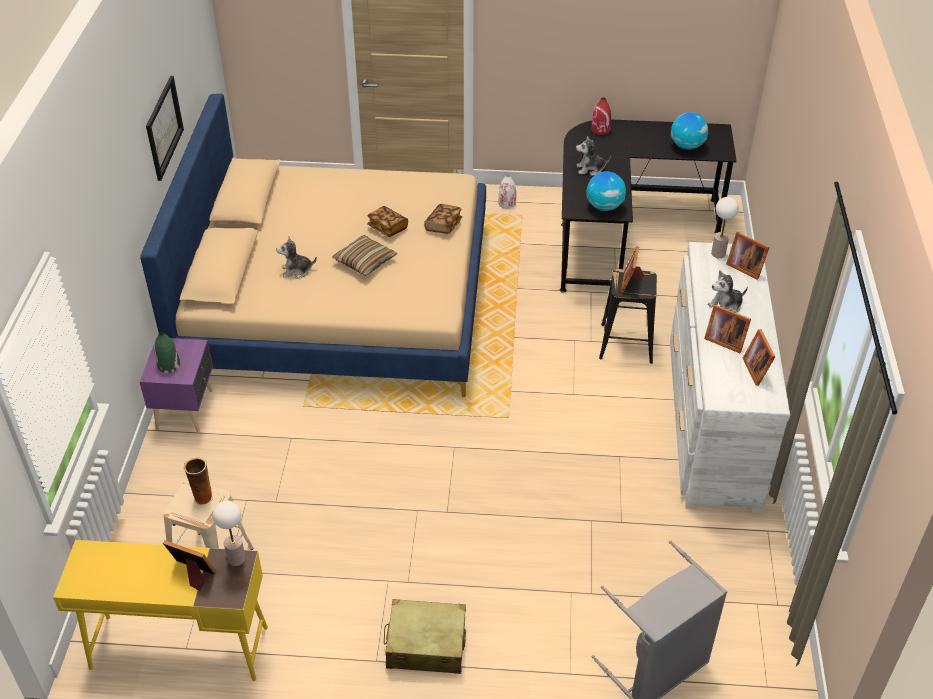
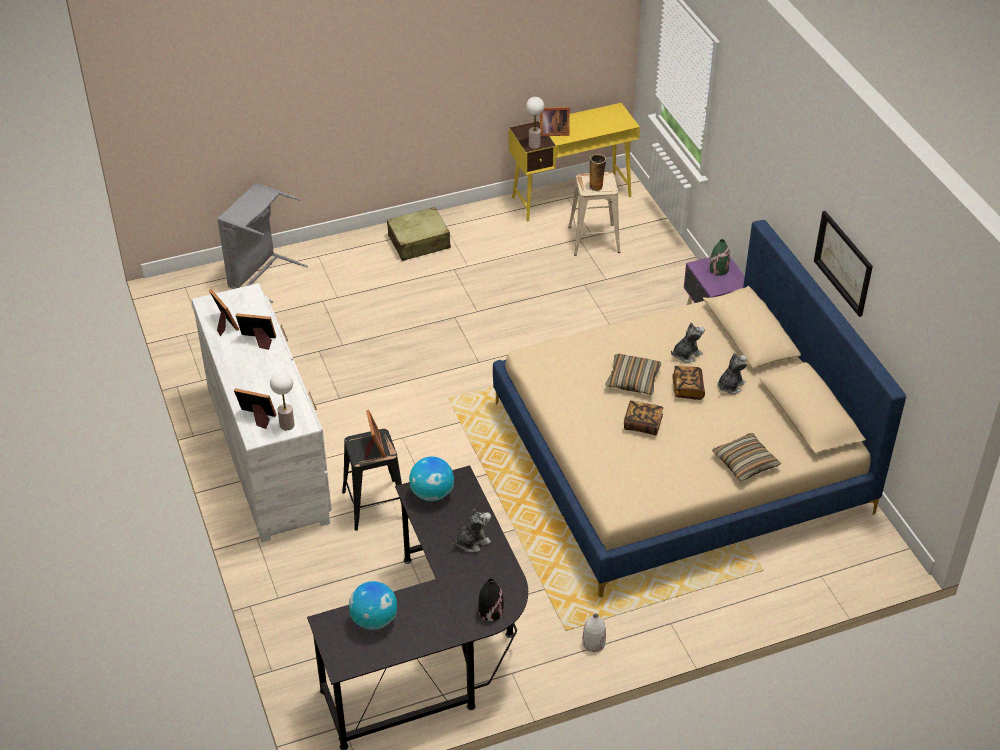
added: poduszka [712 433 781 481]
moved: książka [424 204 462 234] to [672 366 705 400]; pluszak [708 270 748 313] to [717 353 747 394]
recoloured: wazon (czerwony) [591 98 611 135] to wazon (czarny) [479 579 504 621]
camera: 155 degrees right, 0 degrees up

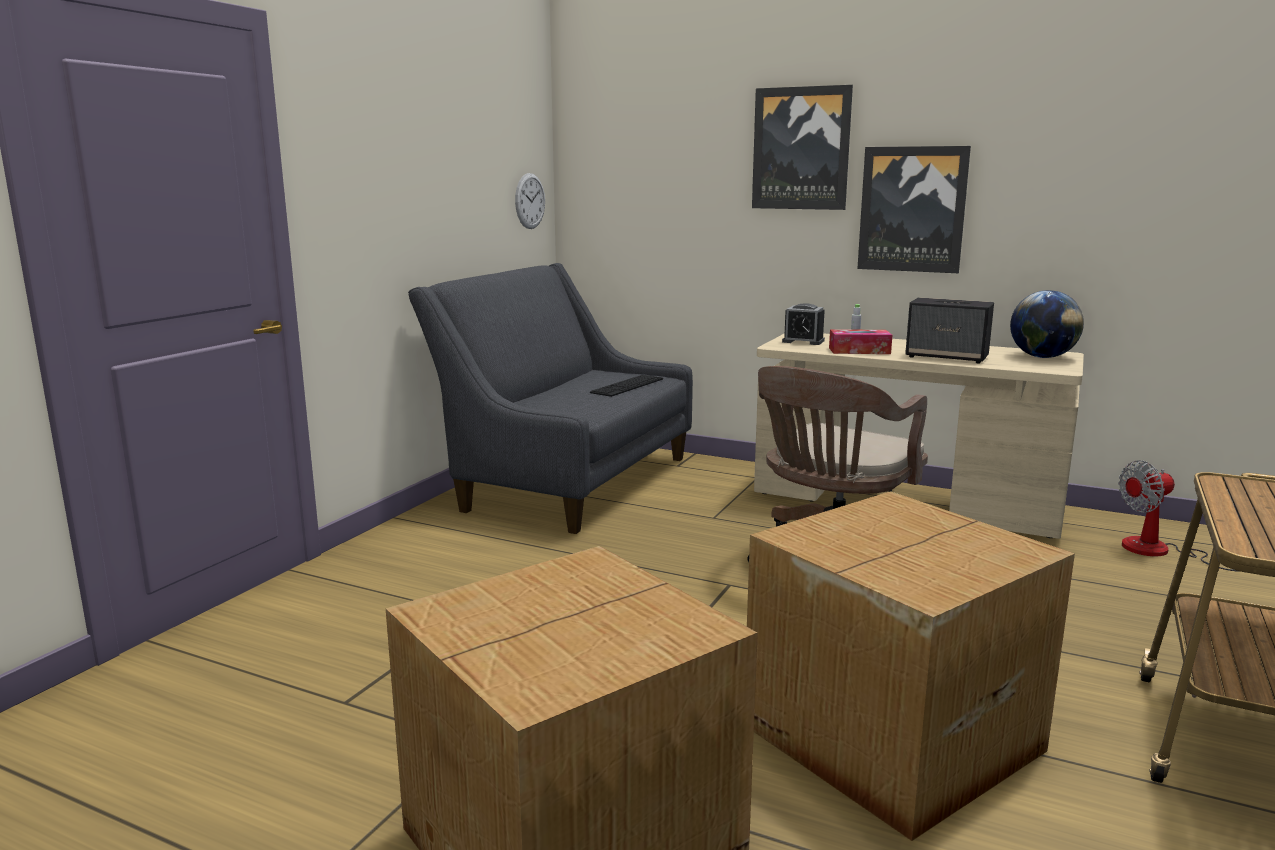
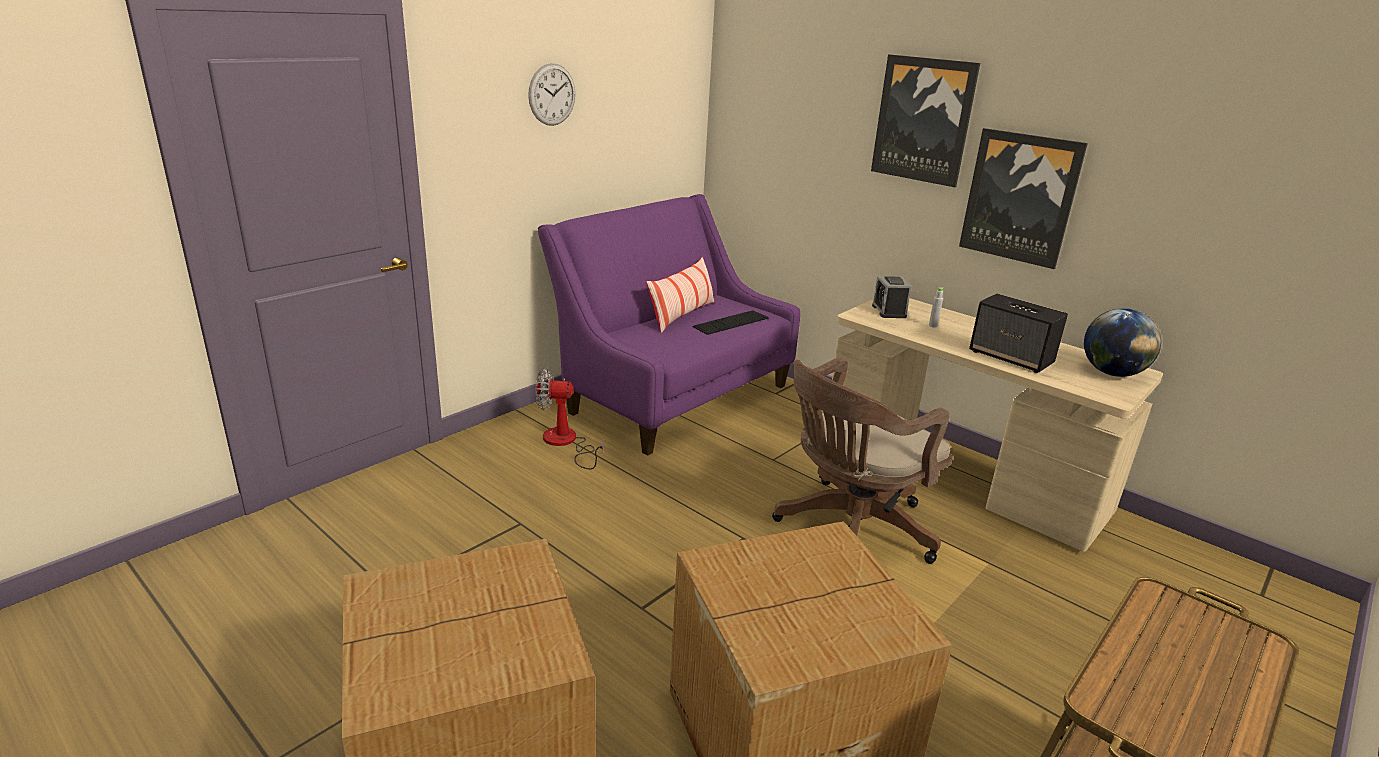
removed: pudełko chusteczek [829 329 892 354]
added: poduszka [646 257 715 333]
moved: zegar ścienny [515 173 545 229] to [528 63 575 126]; wentylator [1118 460 1266 572] to [536 368 604 469]
recoloured: kanapa (szary) [408 263 693 534] to kanapa (fioletowy) [538 194 800 456]
turned: budzik [782 303 825 345] = [872 276 912 318] 45 degrees clockwise
camera: 15 degrees right, 10 degrees up

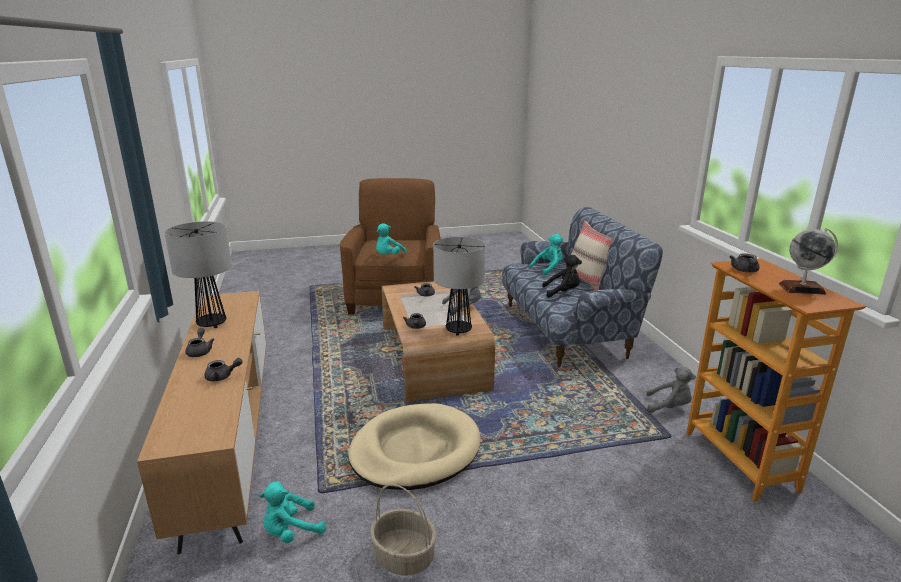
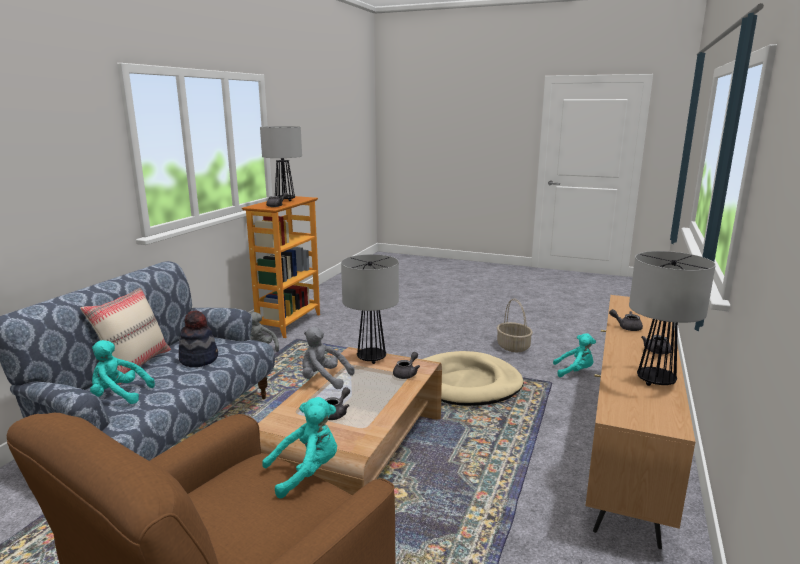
replaced: pluszak (czarny) [542 255 582 298] to kapelusz [179 311 218 367]; globus [779 228 838 295] to lampa stołowa [260 126 302 201]
camera: 145 degrees left, 5 degrees down

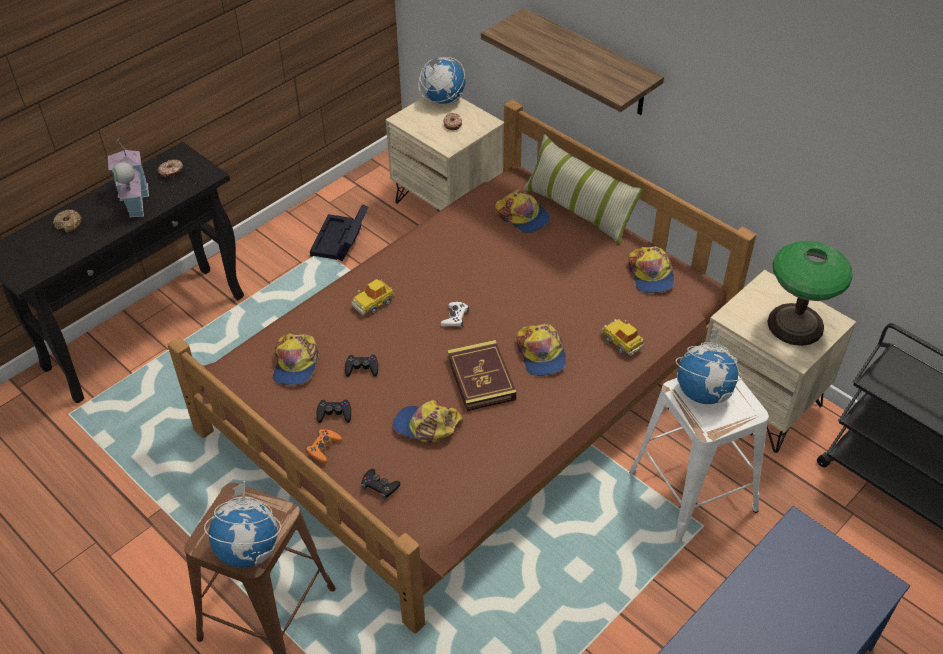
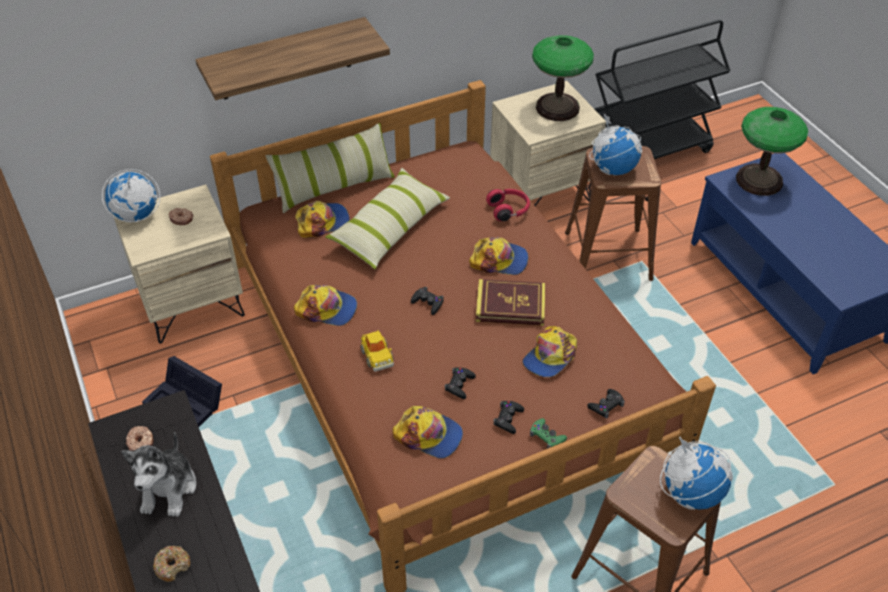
added: poduszka [325 168 450 269]; lampa stołowa [736 107 808 196]
moved: czapka z daszkiem [629 246 674 293] to [294 285 357 326]
replaced: domek [108 136 149 217] to pluszak [121 432 196 517]; samochodzik [601 319 644 355] to słuchawki (czerwony) [486 189 530 221]
recoloured: pad do gier (pomarańczowy) [306 429 342 463] to pad do gier (zielony) [530 418 567 449]; pad do gier (biały) [441 302 469 327] to pad do gier (czarny) [411 287 444 315]; stołek (biały) [629 376 769 543] to stołek (brązowy) [565 146 661 281]
camera: 70 degrees left, 0 degrees up

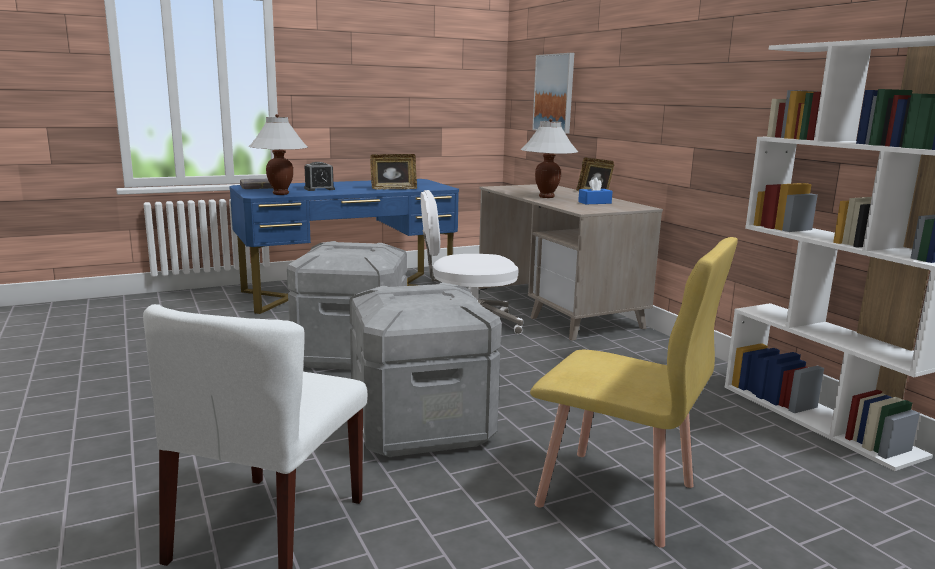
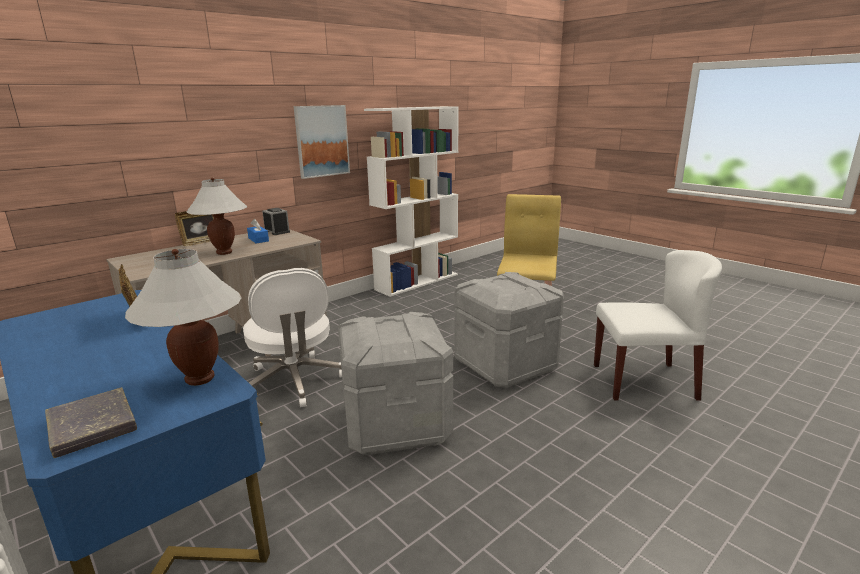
moved: budzik [304 162 335 191] to [262 208 290 235]; obraz [532 53 574 134] to [294 105 350 179]
camera: 105 degrees left, 5 degrees up

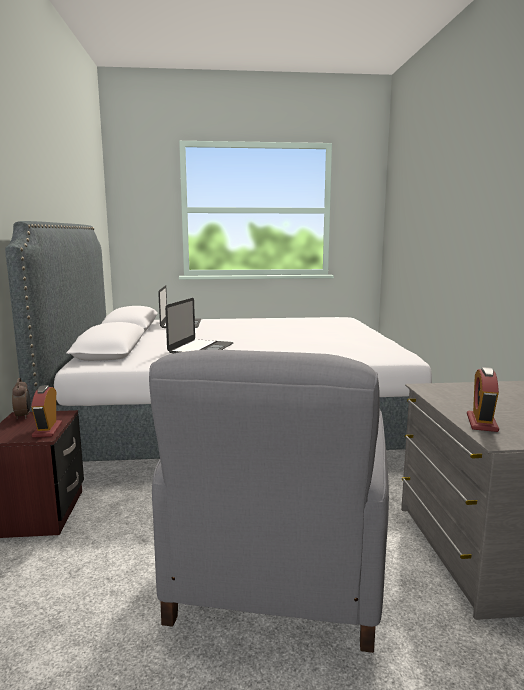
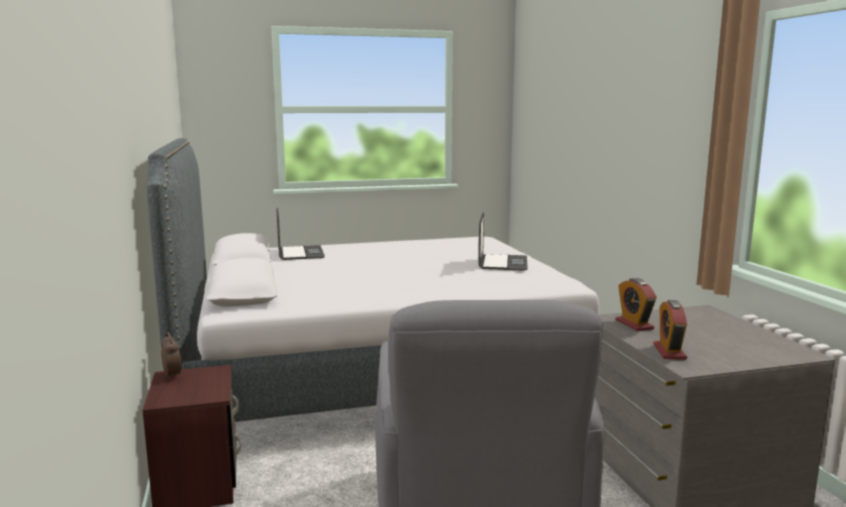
moved: budzik [31 385 62 438] to [616 278 657 331]; laptop [165 298 234 353] to [478 212 528 271]
camera: 10 degrees left, 0 degrees up

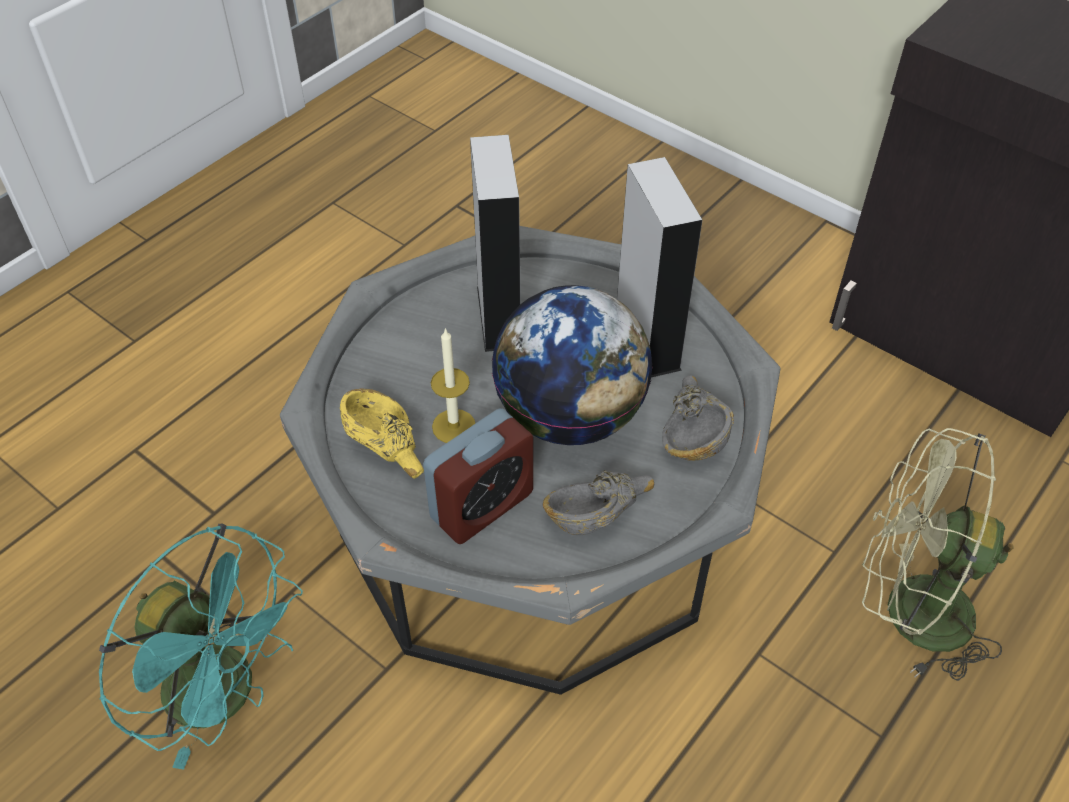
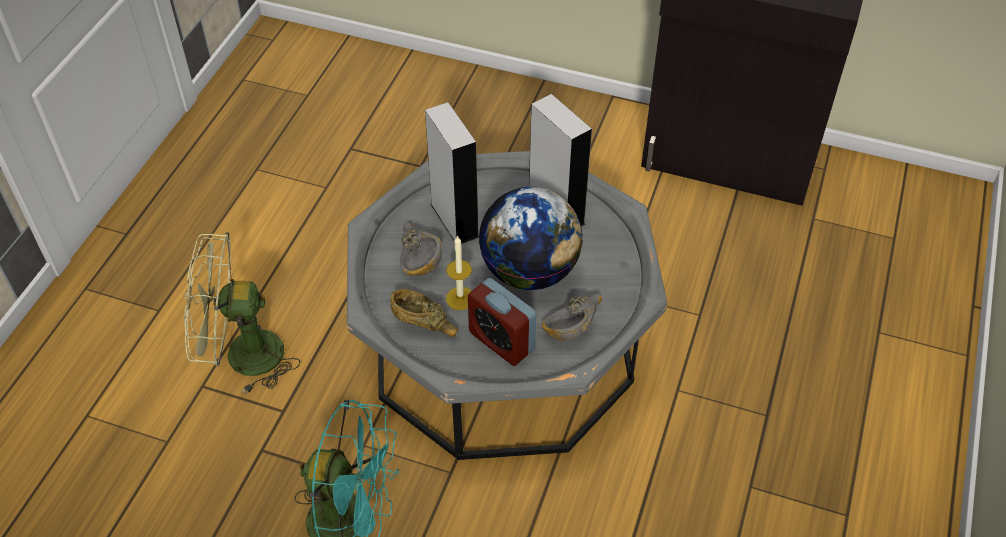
moved: miska (szary) [662 376 734 461] to [400 223 442 276]; wentylator (zielony) [862 428 1014 681] to [184 233 300 395]
recoloured: miska (żółty) [340 389 424 479] to miska (brązowy) [390 289 458 337]
turned: budzik [423 408 533 544] = [468 278 536 366] 105 degrees clockwise
camera: 20 degrees left, 0 degrees up

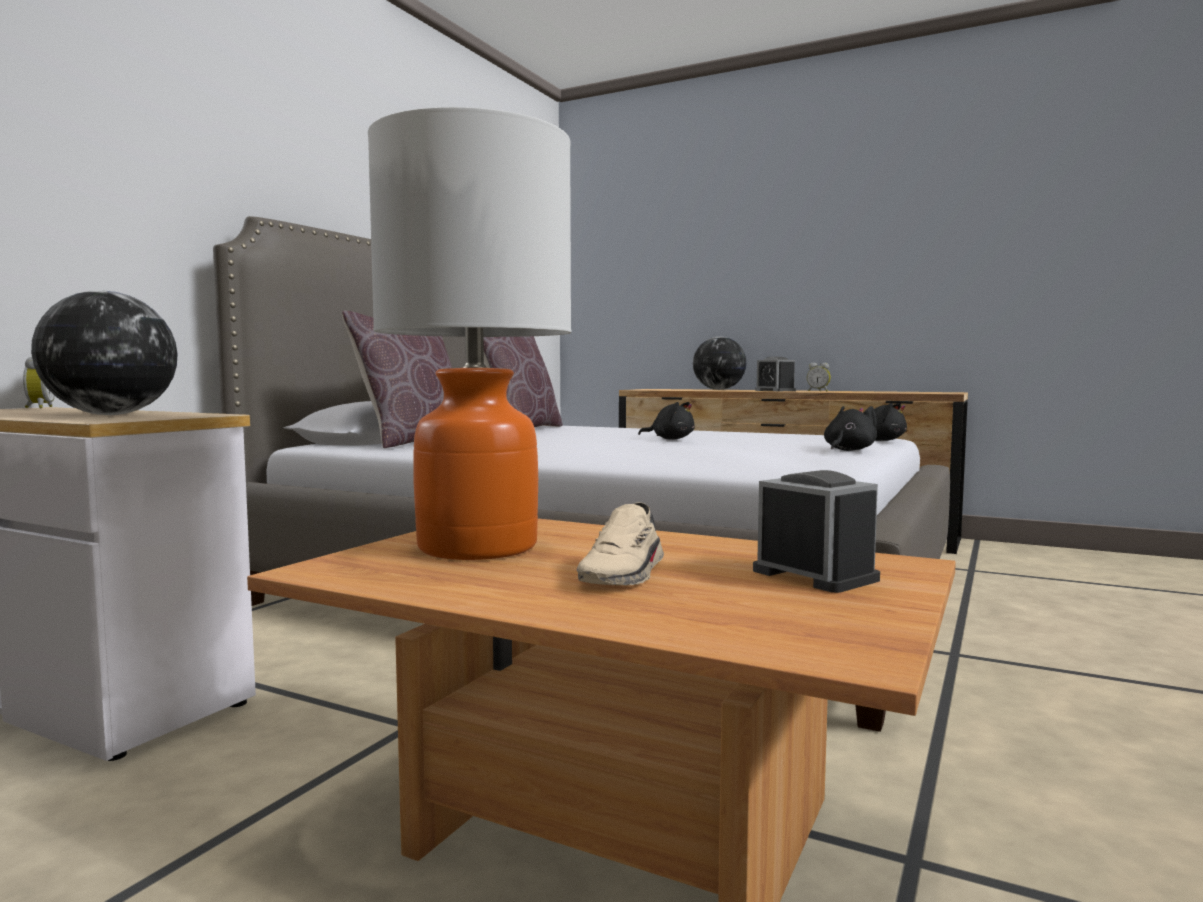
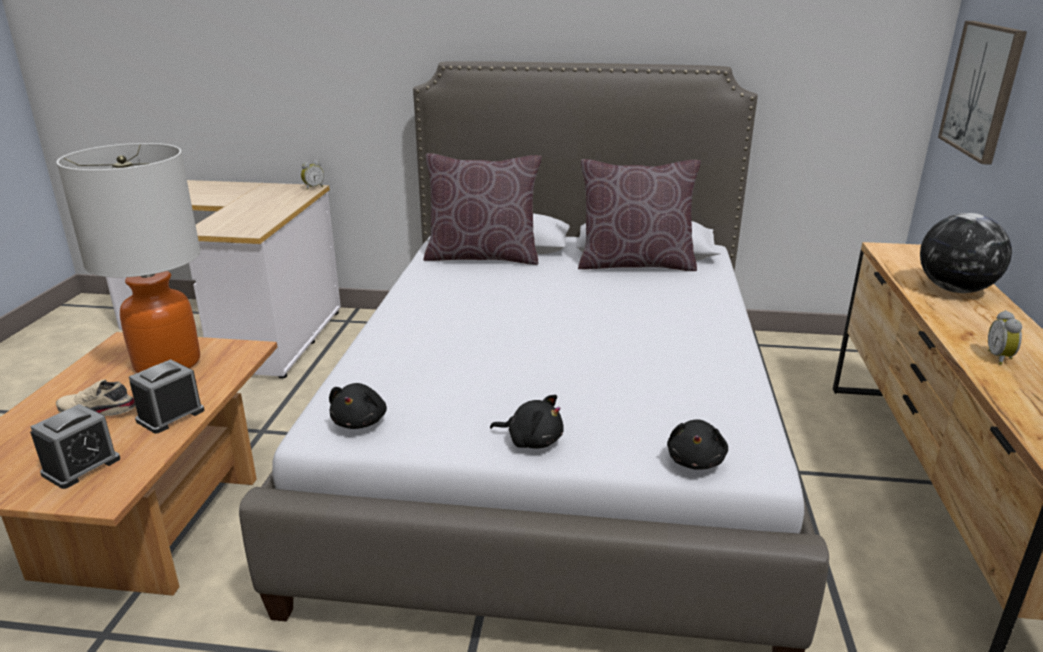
removed: globus [31 291 178 415]
added: obraz [938 21 1027 165]
moved: pluszak (czarny) [638 402 695 439] to [329 383 387 429]; budzik [755 357 796 391] to [129 359 204 434]
camera: 70 degrees right, 20 degrees up

